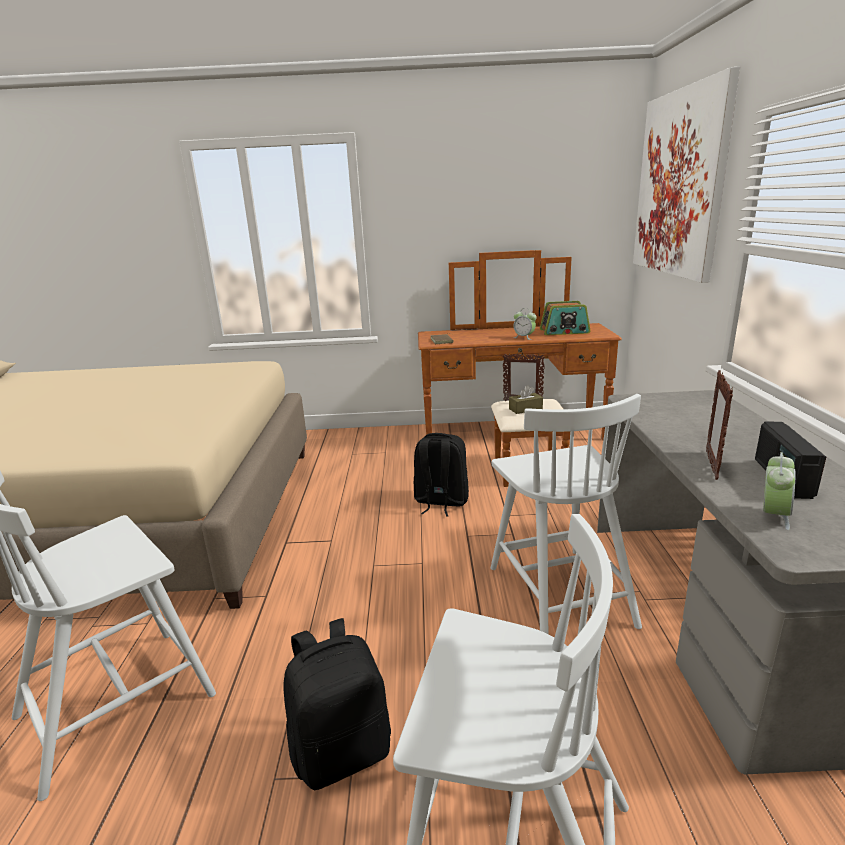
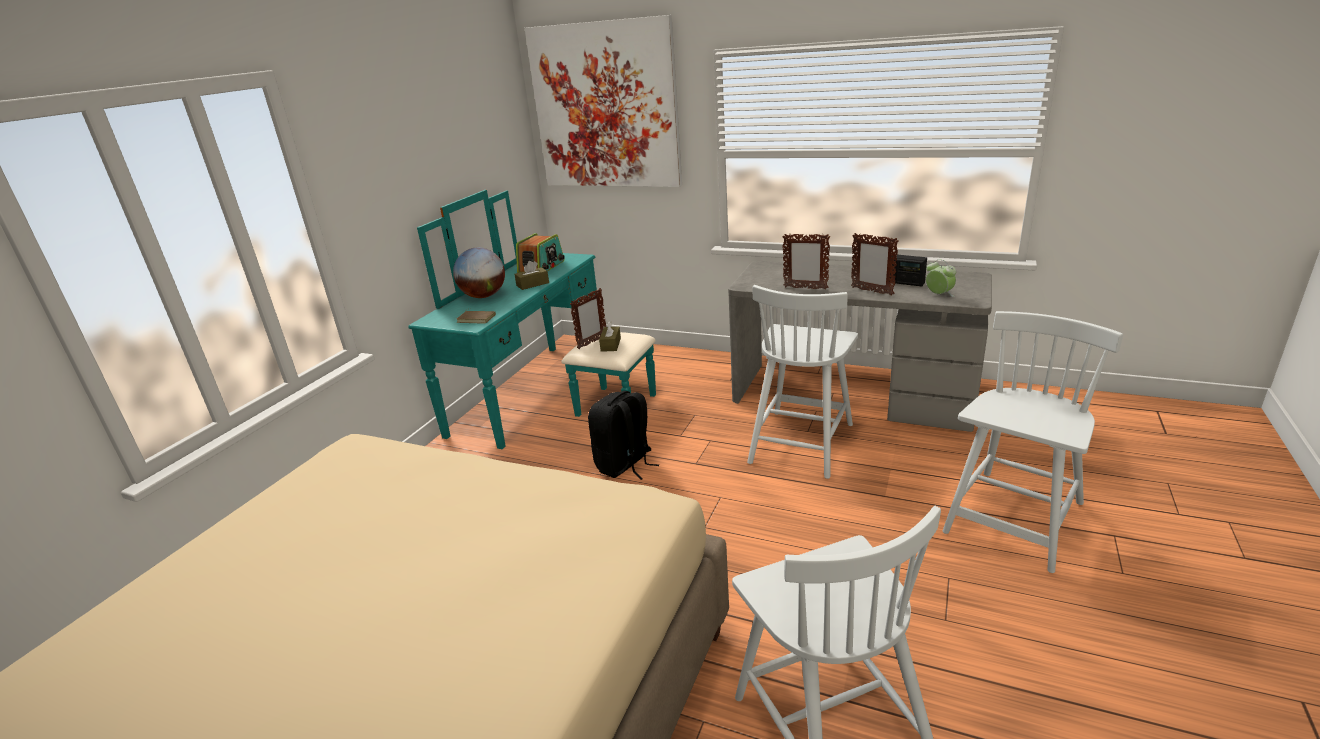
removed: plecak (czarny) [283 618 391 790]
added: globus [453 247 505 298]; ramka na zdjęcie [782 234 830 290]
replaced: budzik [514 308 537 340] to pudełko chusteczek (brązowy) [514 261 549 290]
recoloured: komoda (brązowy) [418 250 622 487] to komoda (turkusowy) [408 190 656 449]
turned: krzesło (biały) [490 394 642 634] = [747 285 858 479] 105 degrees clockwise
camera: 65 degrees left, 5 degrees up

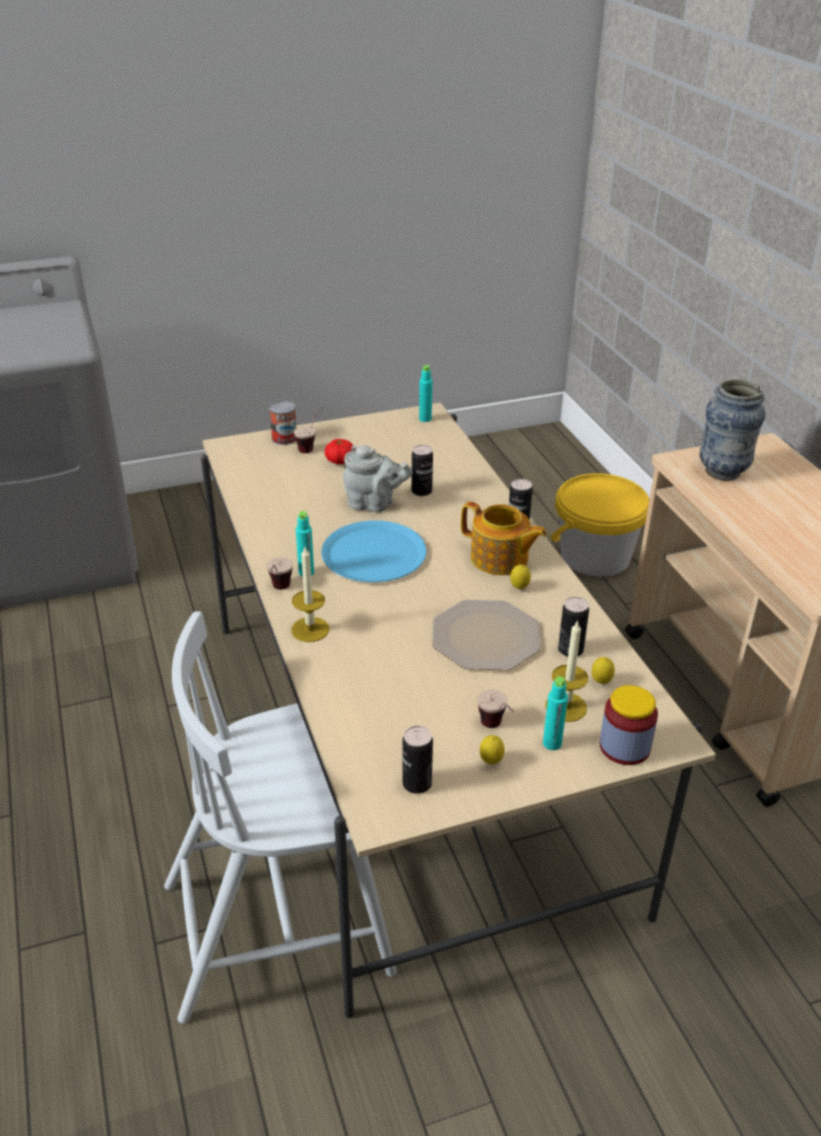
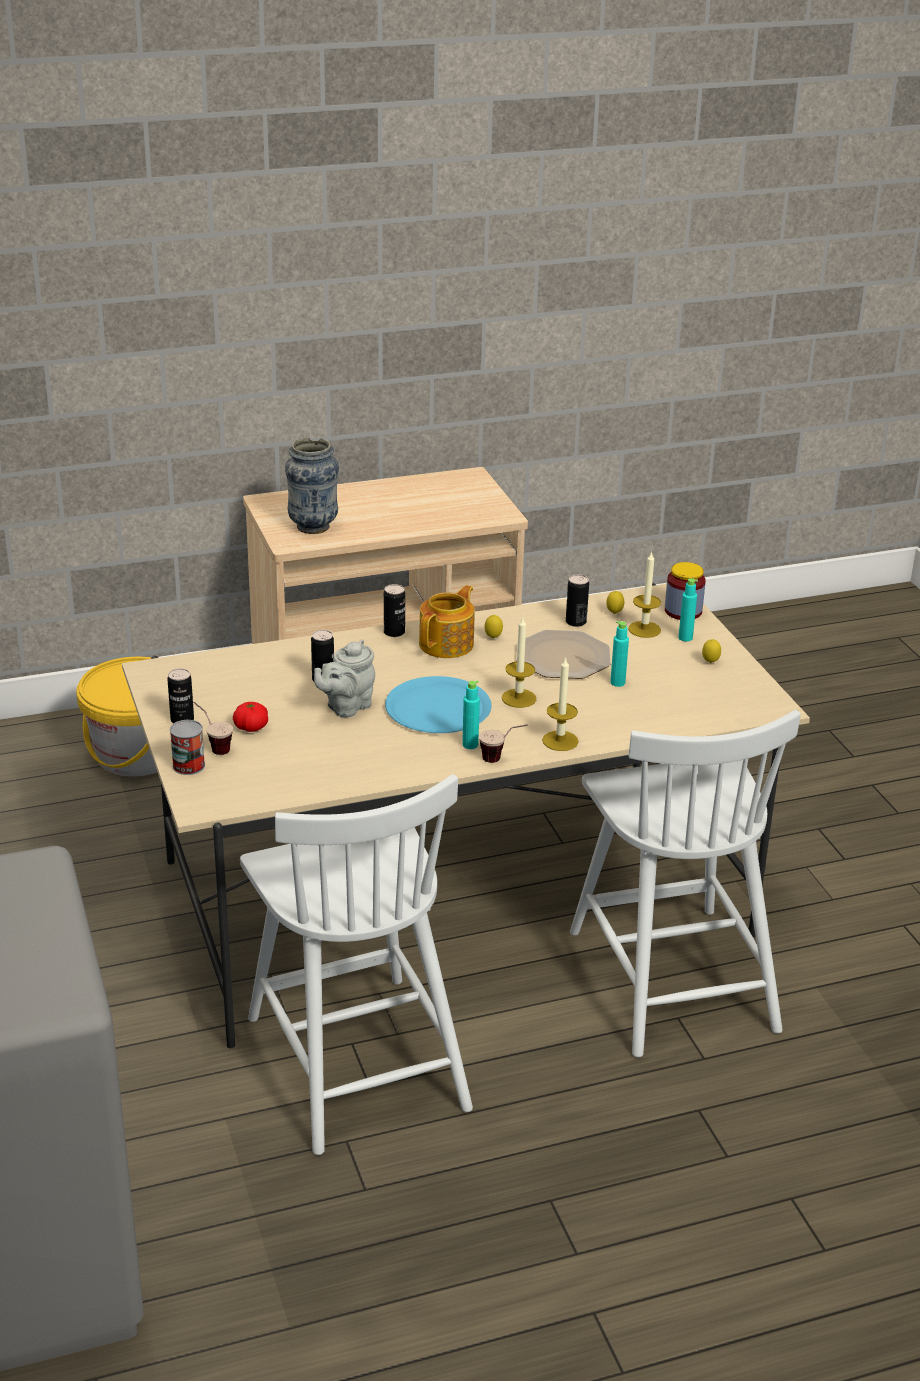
removed: filiżanka [477 689 514 728]
added: krzesło (biały) [240 774 473 1155]; świeca [502 617 536 708]
moved: puszka [402 726 433 794] to [167 668 194 723]; butelka (turkusowy) [419 364 432 422] to [610 621 629 687]
turned: imbryk (szary) [343 445 412 512] = [314 640 375 717] 150 degrees counterclockwise
camera: 90 degrees left, 5 degrees down

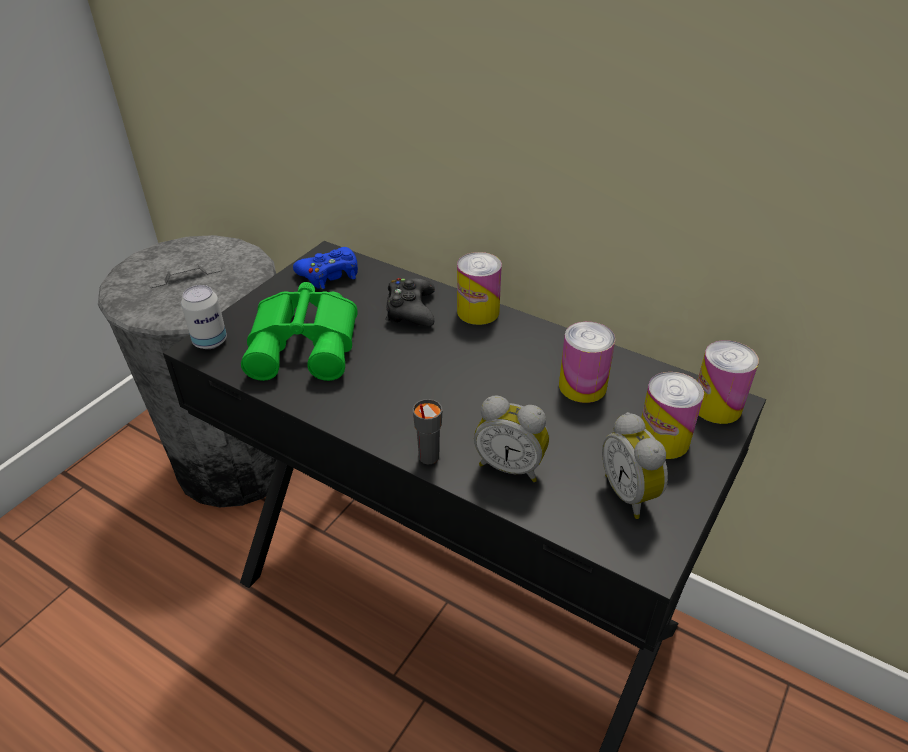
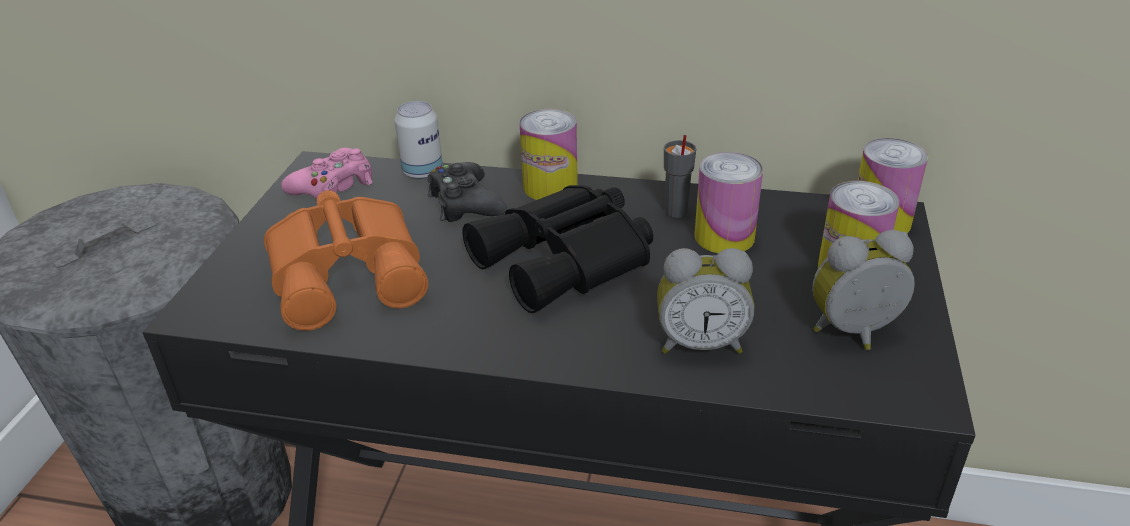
added: lornetka (czarny) [462 185 653 313]
moved: puszka [181 285 227 349] to [395 101 443 180]; filiżanka (szary) [413 399 442 464] to [664 135 696 218]
recoloured: lornetka (zielony) [241 282 358 381] to lornetka (pomarańczowy) [264 190 428 331]; pad do gier (niebieski) [293 247 358 289] to pad do gier (różowy) [281 148 373 200]
turned: budzik [602 412 668 519] = [812 230 915 350] 120 degrees clockwise
camera: 20 degrees left, 5 degrees down

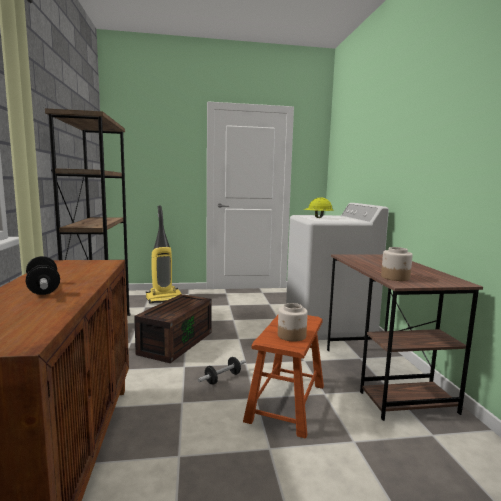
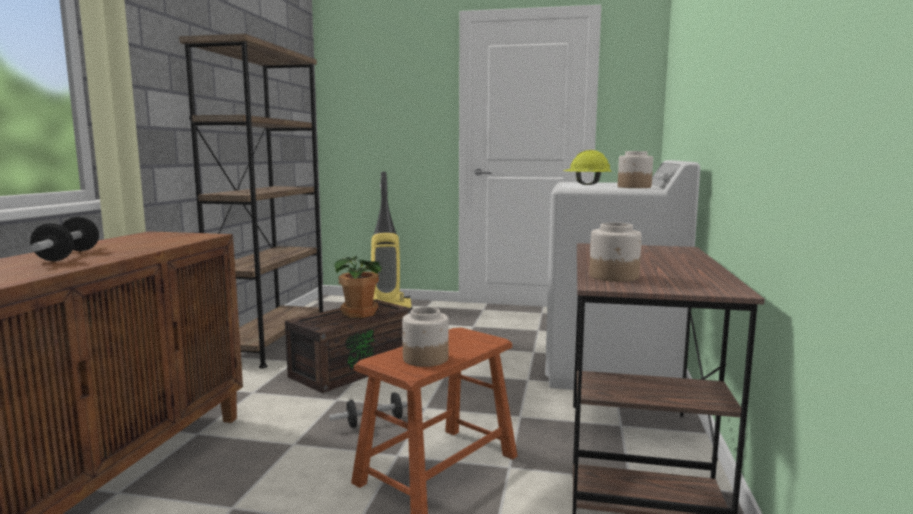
added: roślina doniczkowa [334 256 382 318]; słoik [618 151 653 188]
camera: 20 degrees right, 0 degrees up

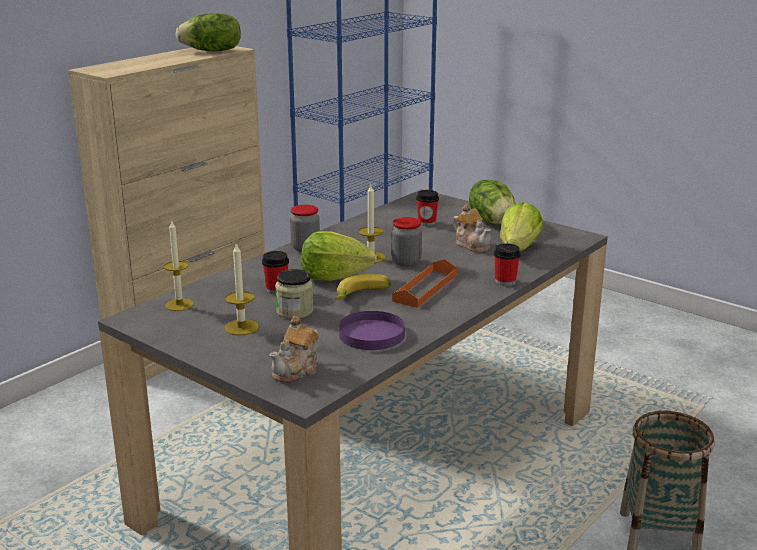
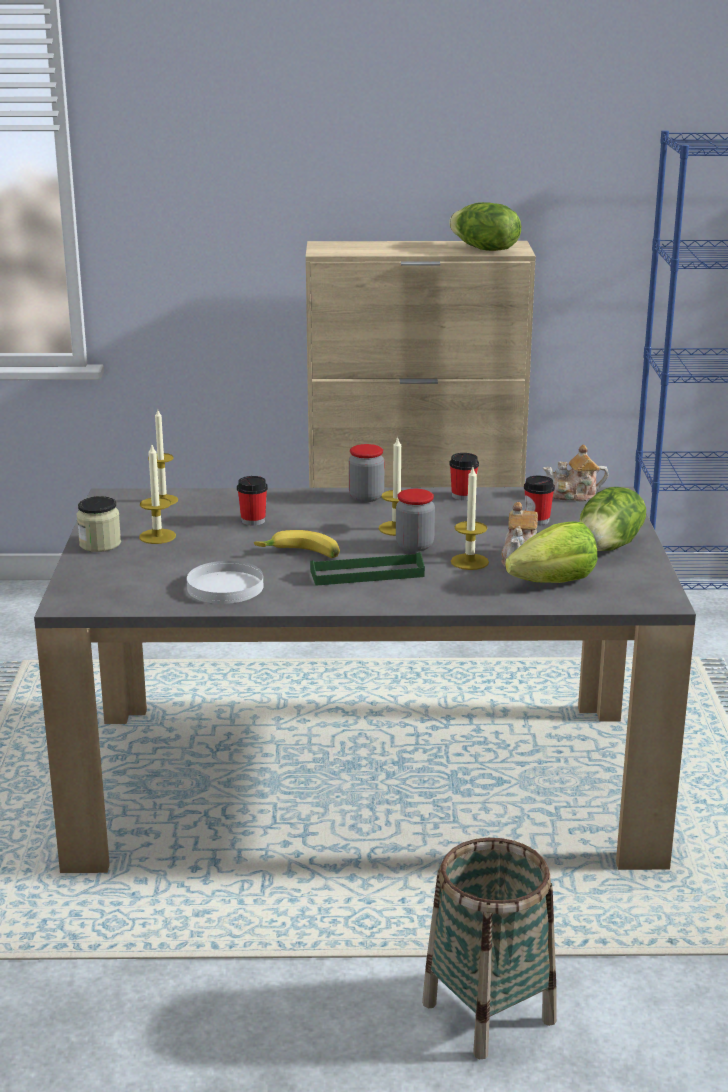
removed: sałata [301 231 377 281]
added: świeca [451 467 489 570]
moved: imbryk [270 316 320 383] to [543 444 609 501]; słoik [275 269 313 319] to [77 496 121 552]; filiżanka [494 243 520 286] to [449 453 479 500]
recoloured: talerz (fioletowy) [339 311 405 350] to talerz (biały) [187 561 263 604]; taca (pomarańczowy) [392 259 457 308] to taca (zielony) [310 552 425 586]
camera: 50 degrees right, 0 degrees up

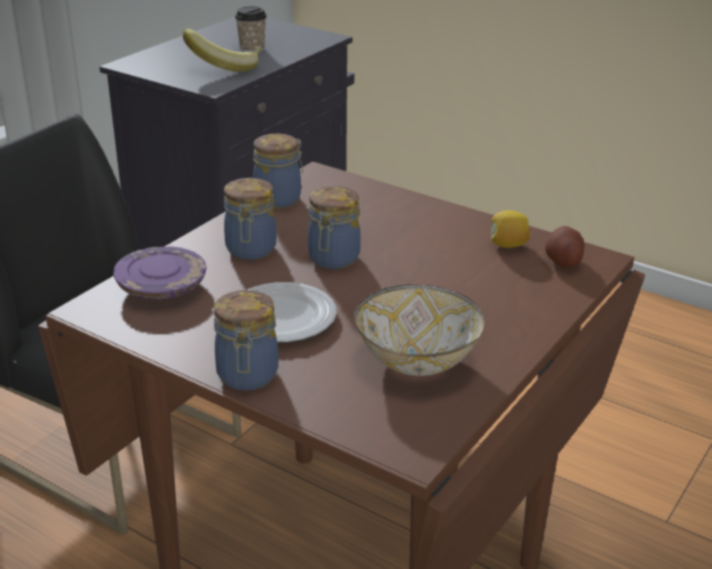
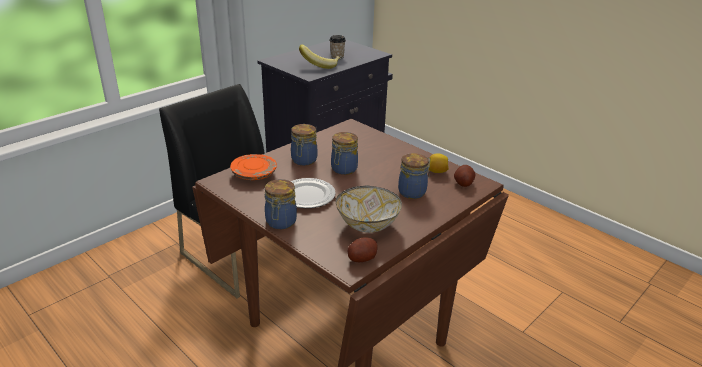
added: ziemniak [348 237 377 262]
moved: słoik [253 134 303 208] to [398 153 431 199]
recoloured: talerz (fioletowy) [113 246 207 299] to talerz (pomarańczowy) [230 154 277 180]
camera: 10 degrees right, 0 degrees up

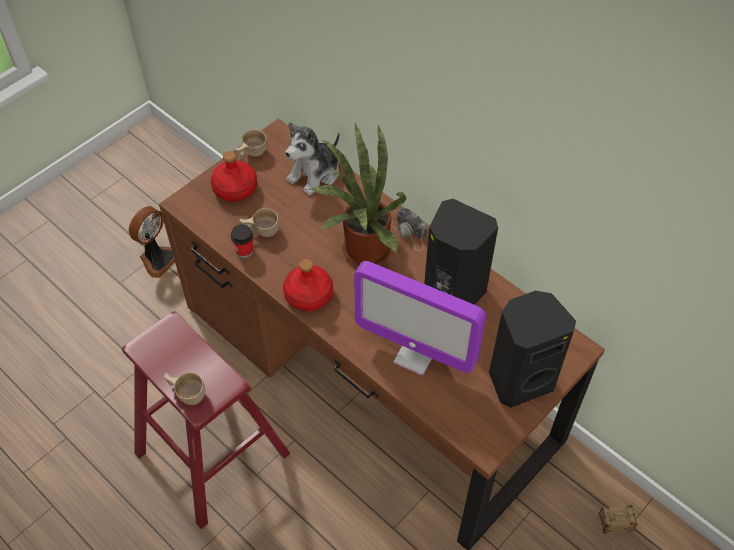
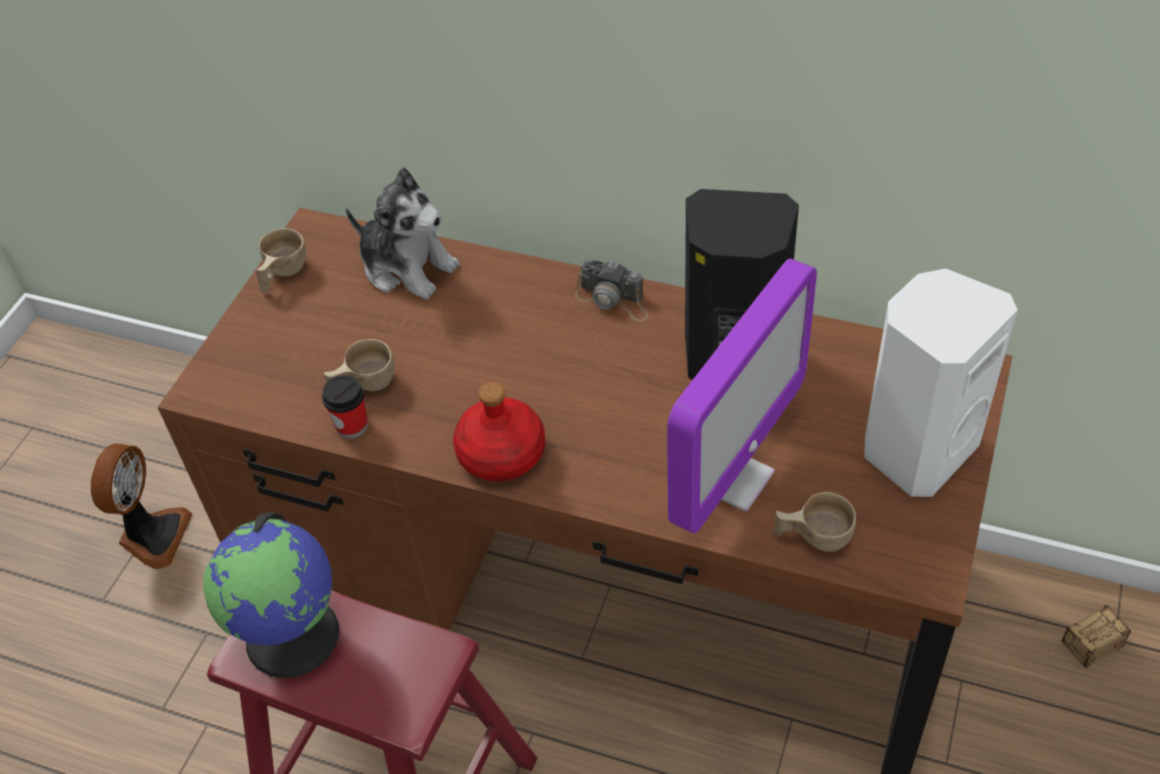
removed: butelka (czerwony) [211 151 257 202]; roślina doniczkowa [308 123 406 266]
added: globus [203 512 339 678]
moved: filiżanka (beżowy) [164 372 205 405] to [774 492 856 552]
recoloured: głośnik (czarny) [489 291 576 408] to głośnik (biały) [864 268 1017 497]
turned: pluszak [285 122 339 195] = [346 167 460 300] 75 degrees counterclockwise; monitor [354 261 486 375] = [667 259 817 533] 60 degrees counterclockwise
camera: 20 degrees left, 5 degrees down

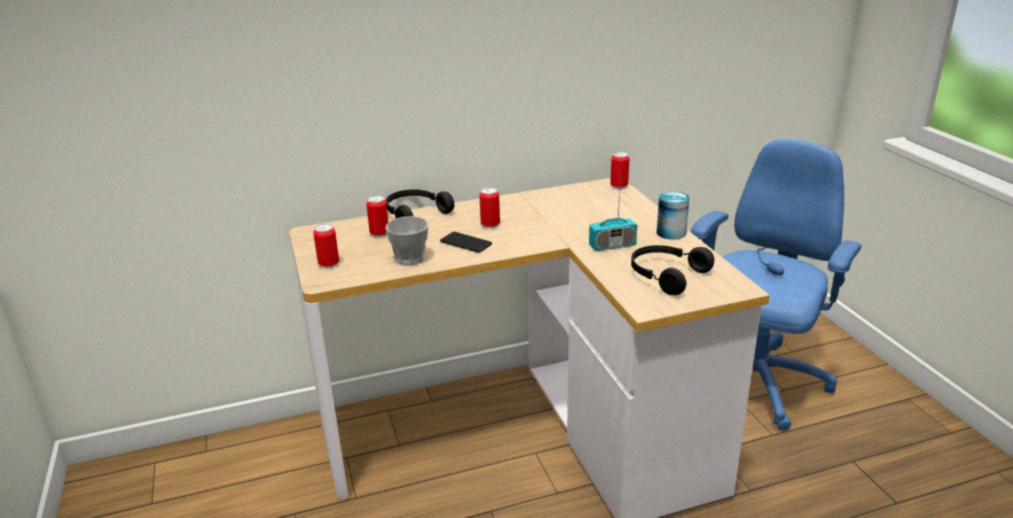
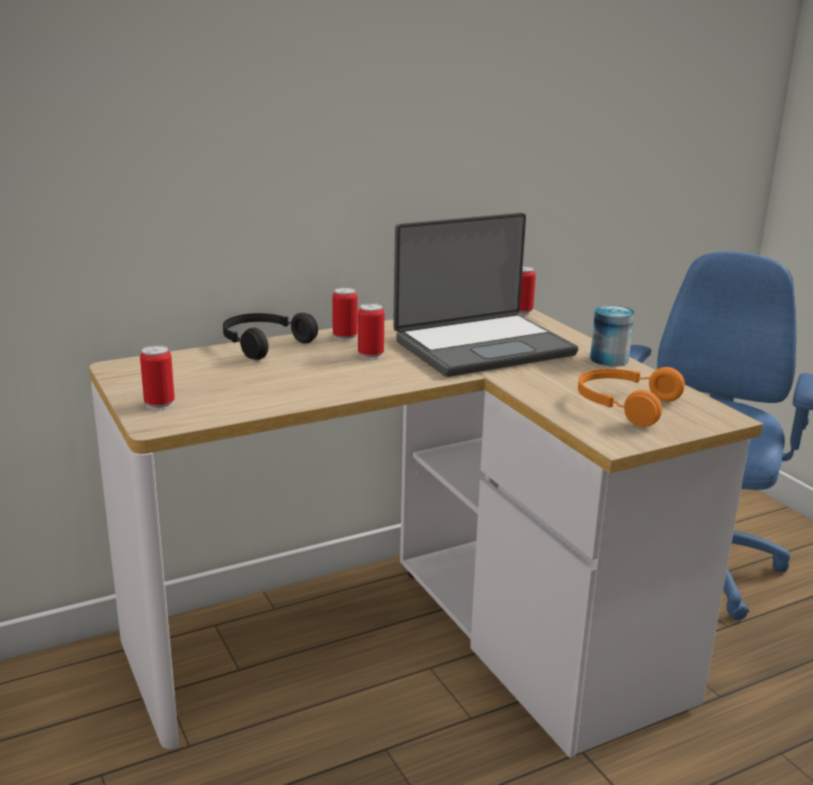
removed: filiżanka [385 216 429 266]; telefon [440 232 492 253]; radio [589 188 637 251]
added: laptop [393 212 578 377]
moved: puszka [366 196 388 238] to [332 287 358 341]
recoloured: słuchawki (czarny) [631 245 714 295] to słuchawki (pomarańczowy) [578 367 685 427]
camera: 10 degrees left, 5 degrees down

